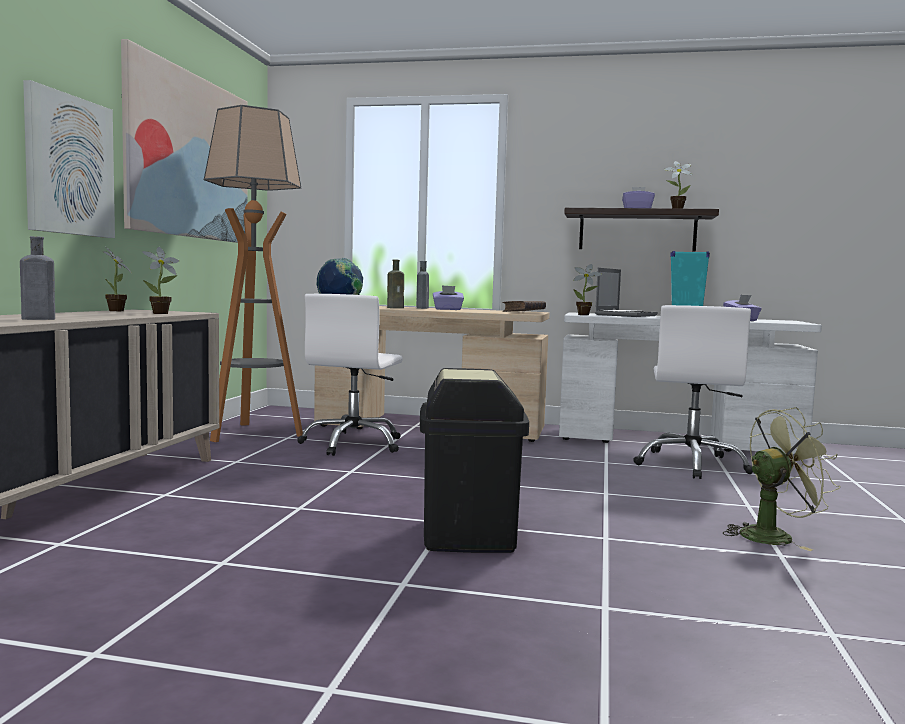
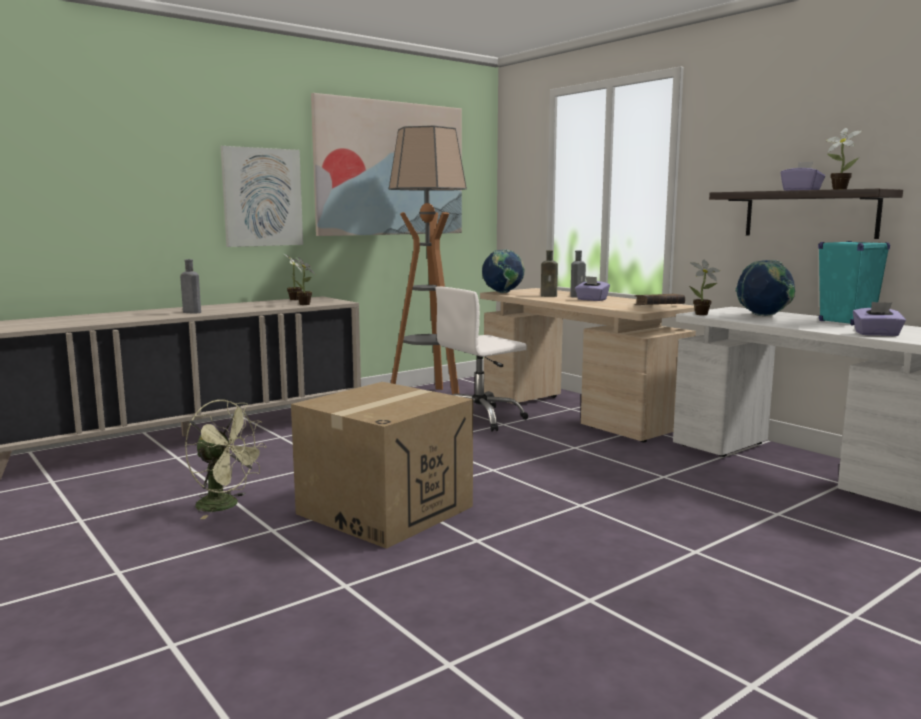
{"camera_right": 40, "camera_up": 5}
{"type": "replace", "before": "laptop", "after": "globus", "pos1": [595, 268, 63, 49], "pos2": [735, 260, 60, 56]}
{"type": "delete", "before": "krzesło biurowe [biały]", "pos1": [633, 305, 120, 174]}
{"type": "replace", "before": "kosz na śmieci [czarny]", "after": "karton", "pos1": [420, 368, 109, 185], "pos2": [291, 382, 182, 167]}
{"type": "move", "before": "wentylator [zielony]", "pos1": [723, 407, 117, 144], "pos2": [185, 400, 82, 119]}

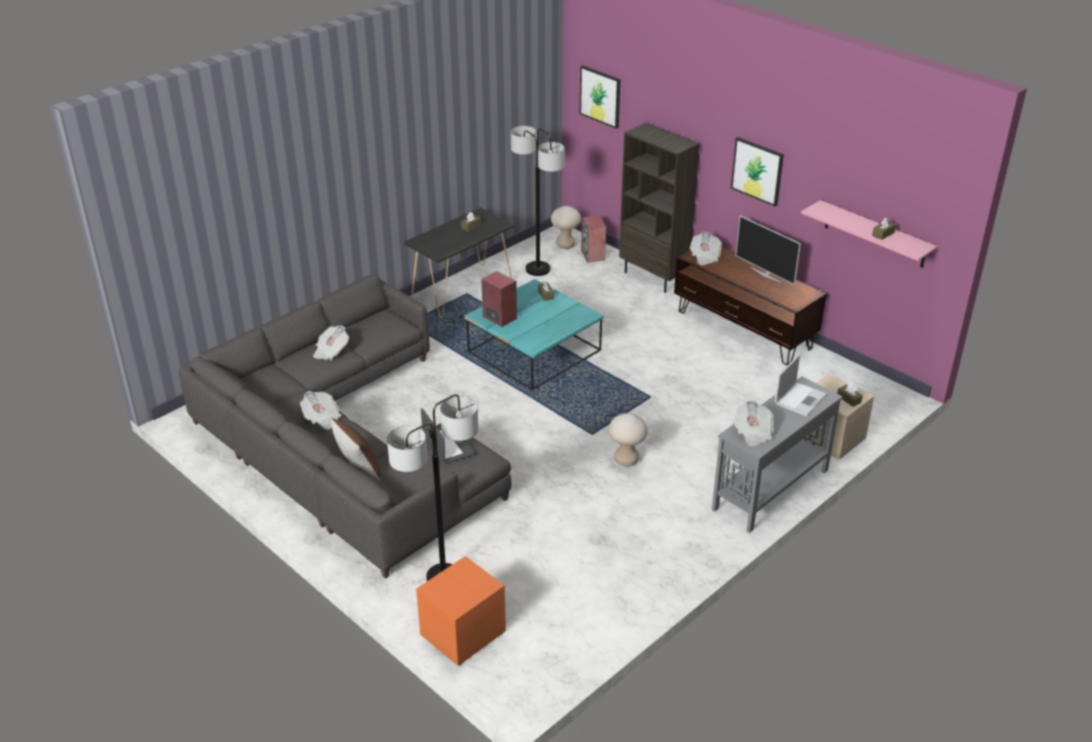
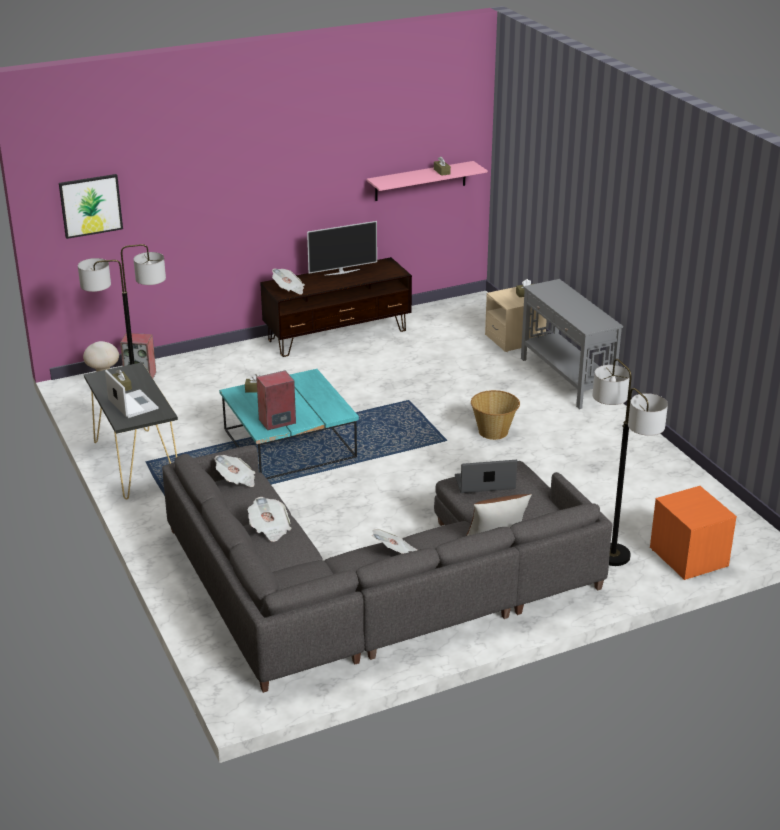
{"camera_right": -70, "camera_up": -5}
{"type": "delete", "before": "regał [brązowy]", "pos1": [619, 123, 81, 170]}
{"type": "delete", "before": "obraz", "pos1": [731, 137, 53, 69]}
{"type": "move", "before": "laptop", "pos1": [774, 354, 53, 62], "pos2": [105, 370, 54, 48]}
{"type": "move", "before": "gazeta", "pos1": [733, 401, 40, 45], "pos2": [214, 455, 41, 32]}
{"type": "replace", "before": "stołek [beżowy]", "after": "koszyk", "pos1": [608, 413, 40, 54], "pos2": [471, 390, 49, 50]}

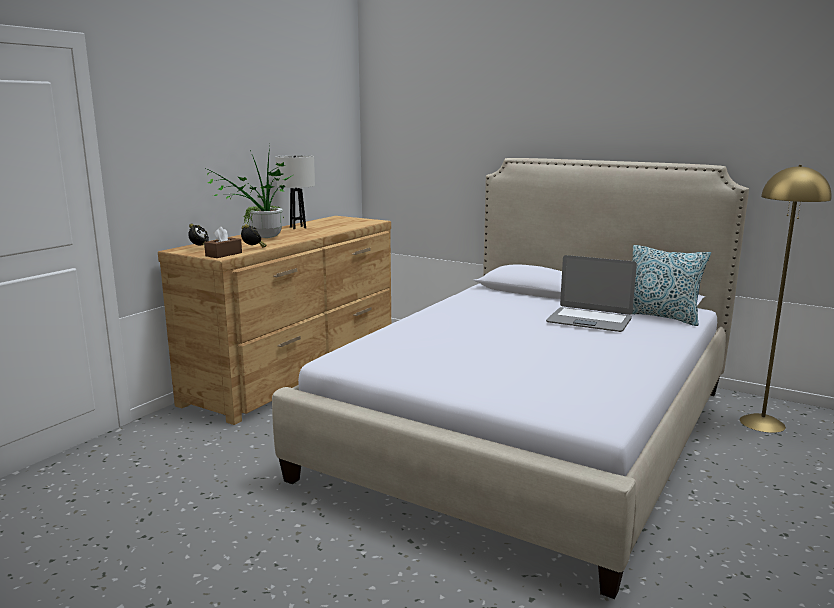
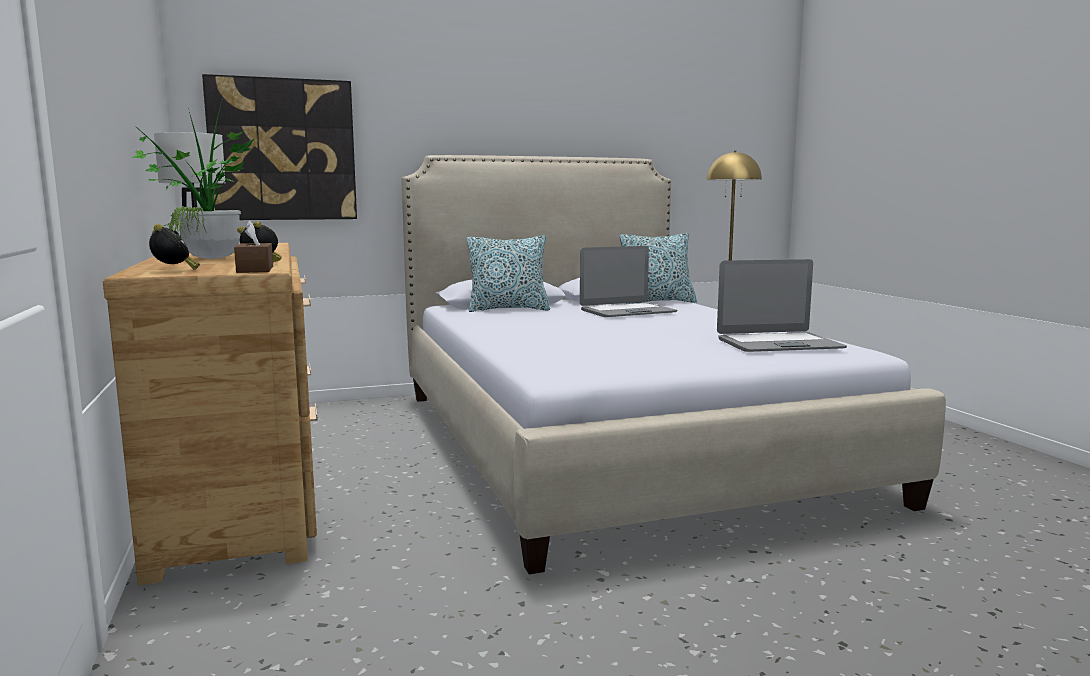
{"camera_right": -50, "camera_up": -5}
{"type": "insert", "after": "obraz", "pos2": [202, 74, 155, 146]}
{"type": "insert", "after": "poduszka", "pos2": [467, 235, 83, 77]}
{"type": "insert", "after": "laptop", "pos2": [717, 259, 130, 93]}

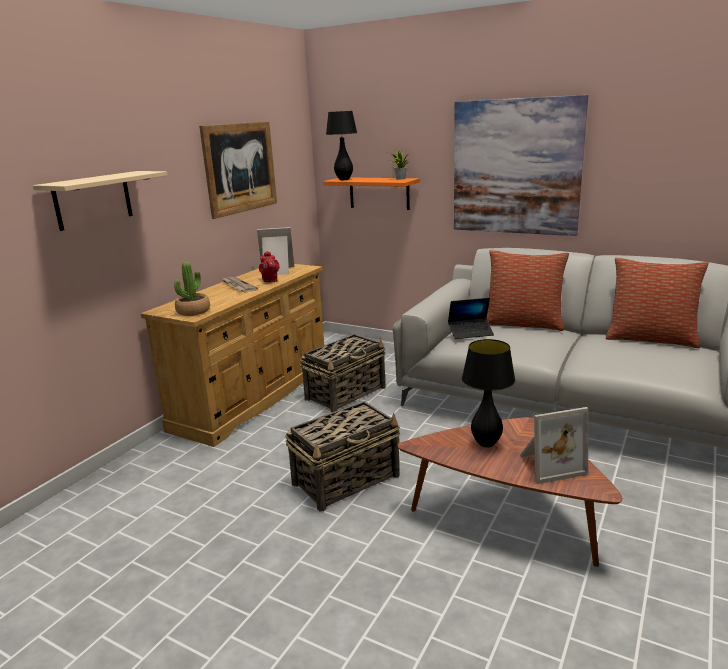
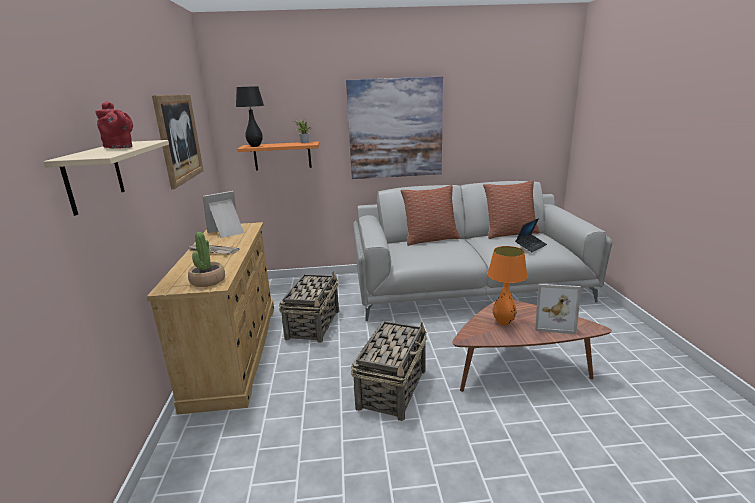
{"camera_right": -35, "camera_up": 0}
{"type": "move", "before": "imbryk [czerwony]", "pos1": [259, 251, 20, 31], "pos2": [96, 101, 37, 47]}
{"type": "move", "before": "laptop", "pos1": [448, 298, 46, 41], "pos2": [515, 218, 32, 34]}
{"type": "recolor", "before": "lampa stołowa [czarny]", "after": "lampa stołowa [pomarańczowy]", "pos1": [462, 339, 53, 109], "pos2": [487, 246, 40, 80]}
{"type": "rotate", "before": "ramka na zdjęcie", "pos1": [520, 407, 69, 77], "pos2": [535, 284, 46, 50], "turn": 60}

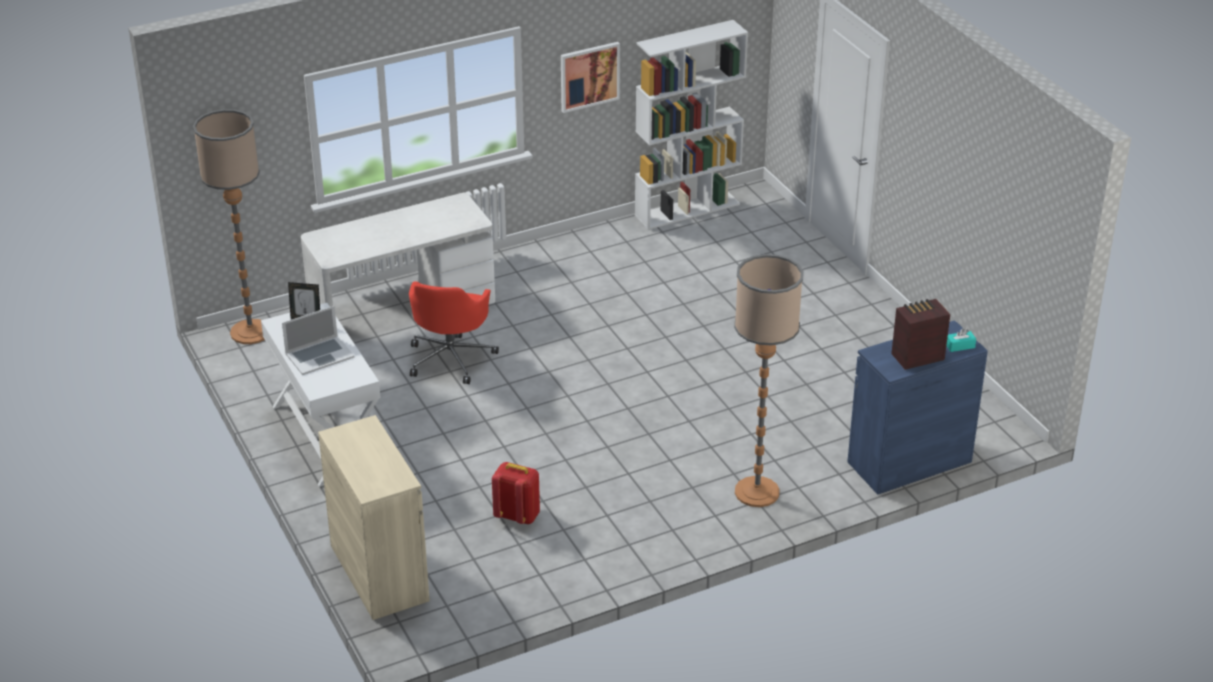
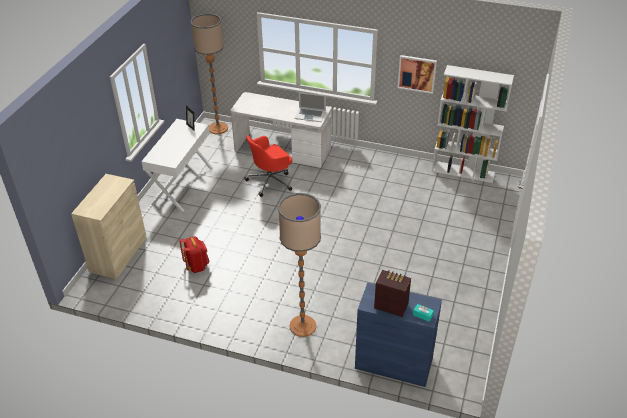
{"camera_right": 45, "camera_up": 5}
{"type": "move", "before": "laptop", "pos1": [282, 306, 72, 69], "pos2": [294, 92, 32, 30]}

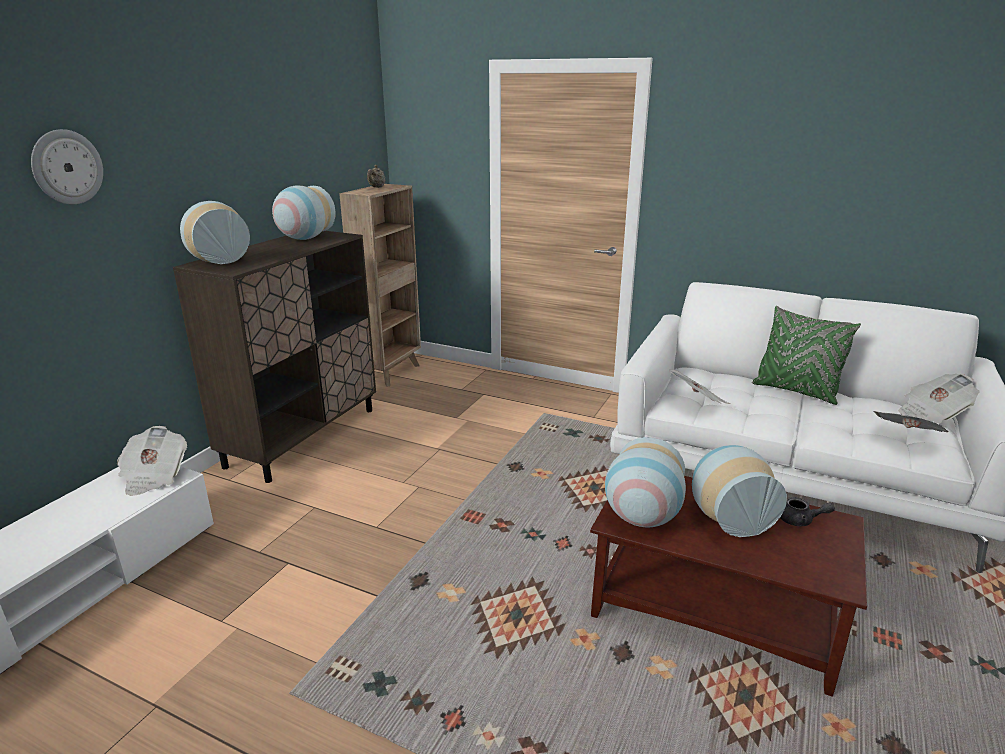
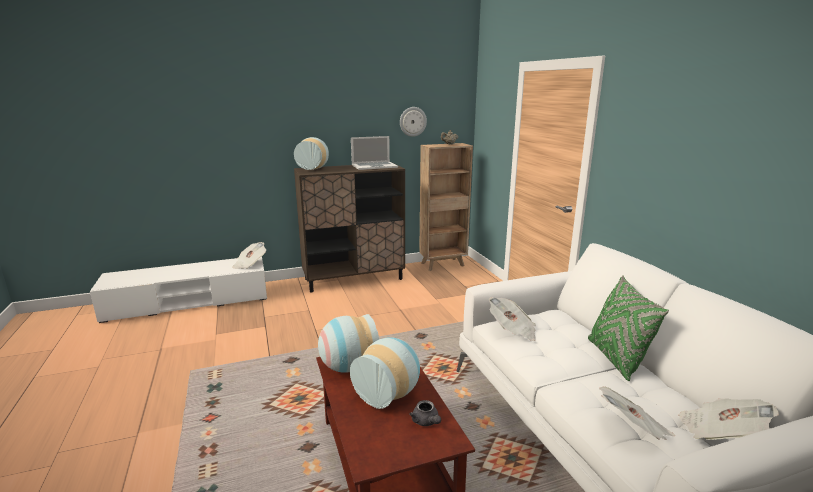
{"camera_right": 45, "camera_up": -5}
{"type": "move", "before": "zegar ścienny", "pos1": [31, 129, 72, 75], "pos2": [400, 107, 27, 30]}
{"type": "replace", "before": "wazon", "after": "laptop", "pos1": [272, 185, 64, 55], "pos2": [351, 136, 47, 34]}

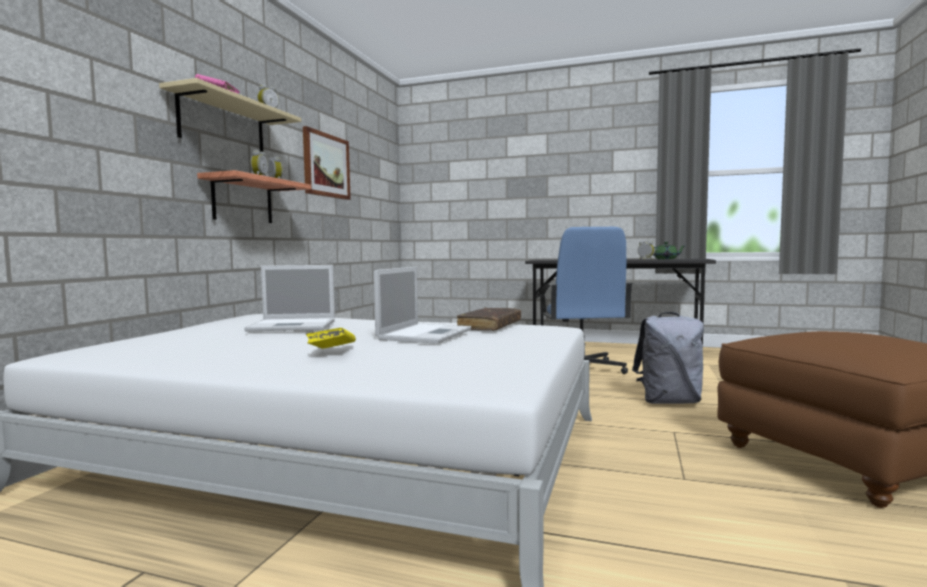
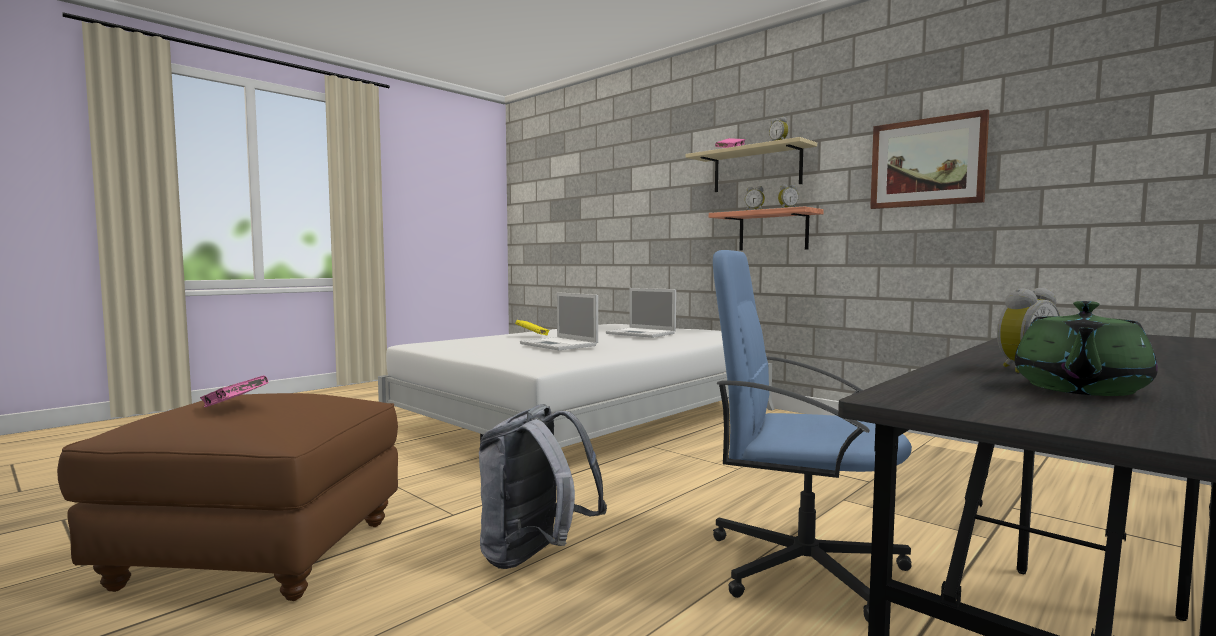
{"camera_right": 115, "camera_up": 0}
{"type": "rotate", "before": "laptop", "pos1": [244, 265, 91, 66], "pos2": [606, 288, 70, 50], "turn": -75}
{"type": "delete", "before": "książka [brązowy]", "pos1": [457, 307, 64, 24]}
{"type": "insert", "after": "książka [różowy]", "pos2": [200, 375, 68, 32]}

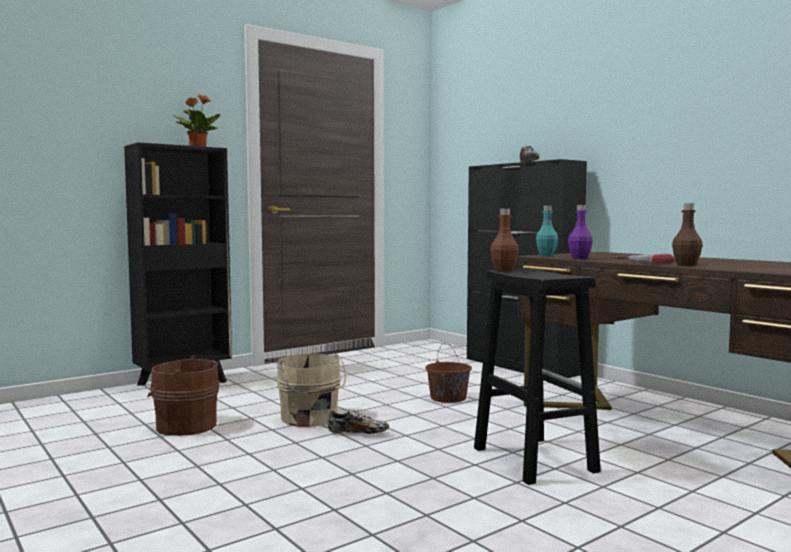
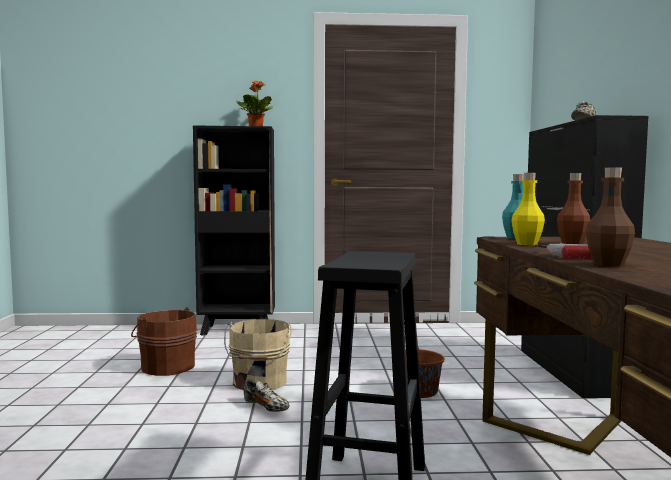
{"camera_right": 35, "camera_up": 0}
{"type": "recolor", "before": "butelka [fioletowy]", "after": "butelka [żółty]", "pos1": [568, 205, 25, 54], "pos2": [512, 173, 33, 72]}
{"type": "move", "before": "butelka [brązowy]", "pos1": [490, 208, 29, 63], "pos2": [557, 173, 33, 71]}

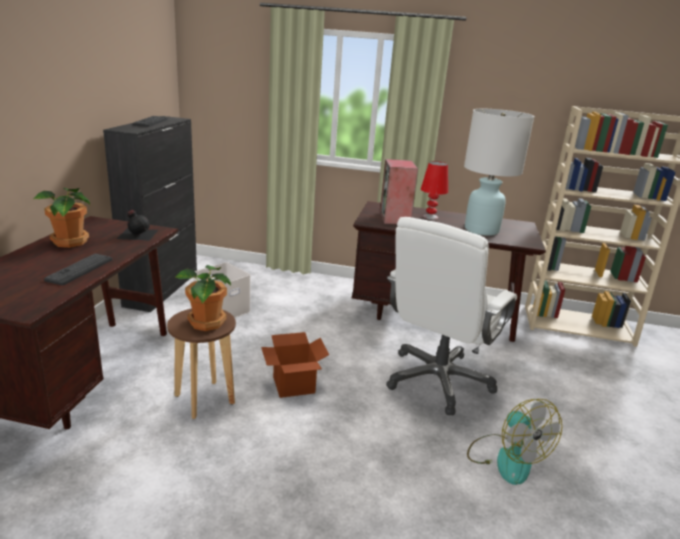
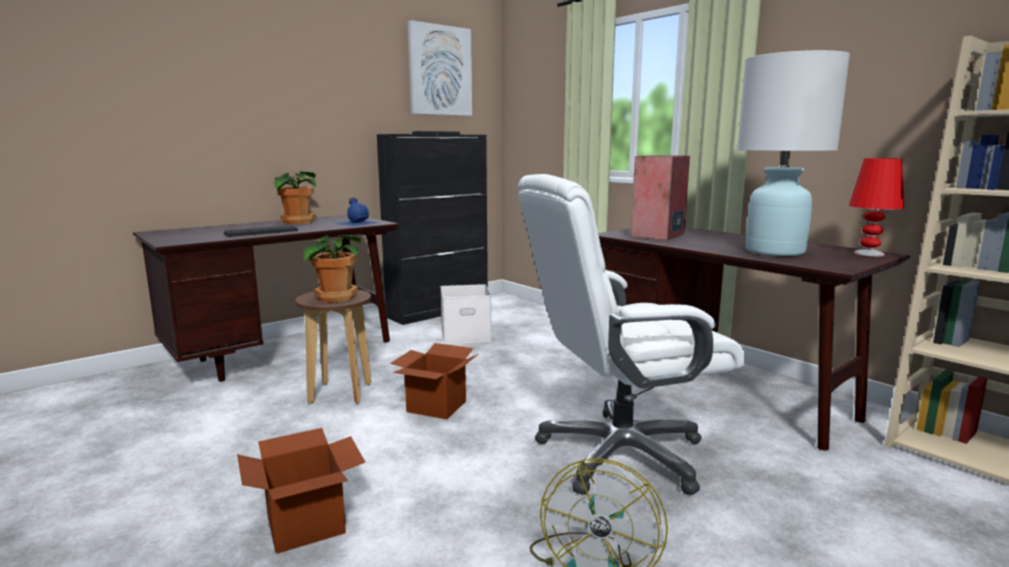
{"camera_right": 40, "camera_up": -10}
{"type": "move", "before": "lampa stołowa [czerwony]", "pos1": [421, 161, 27, 59], "pos2": [849, 158, 55, 98]}
{"type": "recolor", "before": "butelka [czarny]", "after": "butelka [niebieski]", "pos1": [116, 210, 42, 31], "pos2": [335, 198, 45, 28]}
{"type": "insert", "after": "obraz", "pos2": [408, 20, 64, 96]}
{"type": "insert", "after": "karton", "pos2": [237, 428, 128, 126]}

